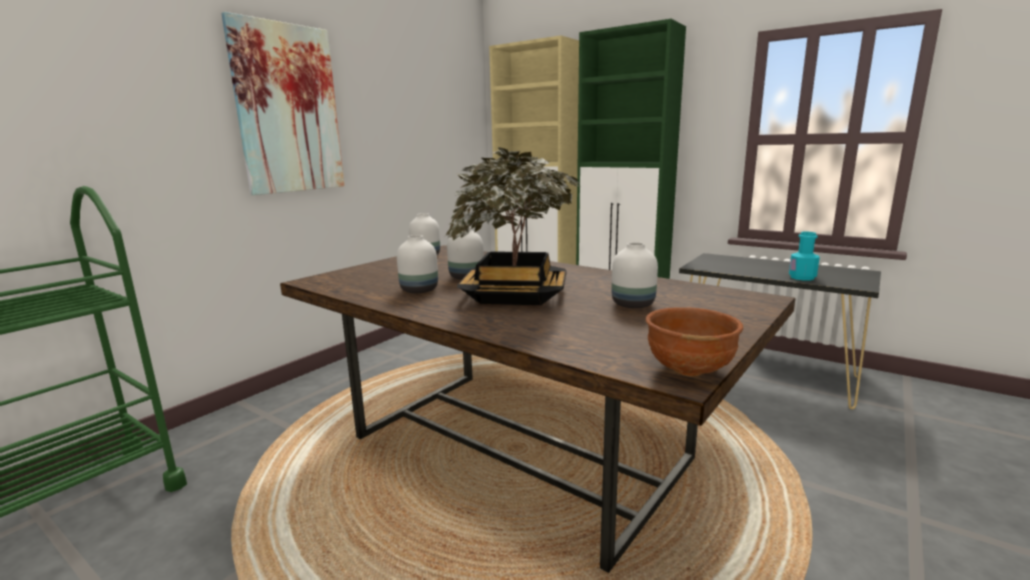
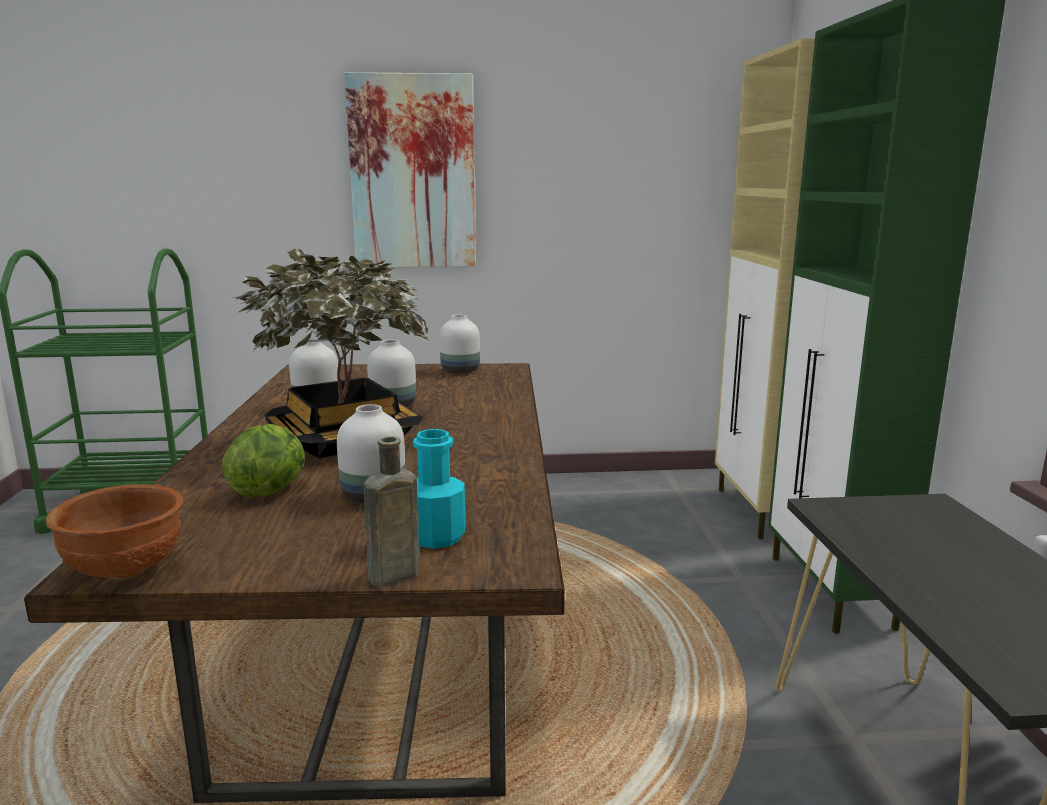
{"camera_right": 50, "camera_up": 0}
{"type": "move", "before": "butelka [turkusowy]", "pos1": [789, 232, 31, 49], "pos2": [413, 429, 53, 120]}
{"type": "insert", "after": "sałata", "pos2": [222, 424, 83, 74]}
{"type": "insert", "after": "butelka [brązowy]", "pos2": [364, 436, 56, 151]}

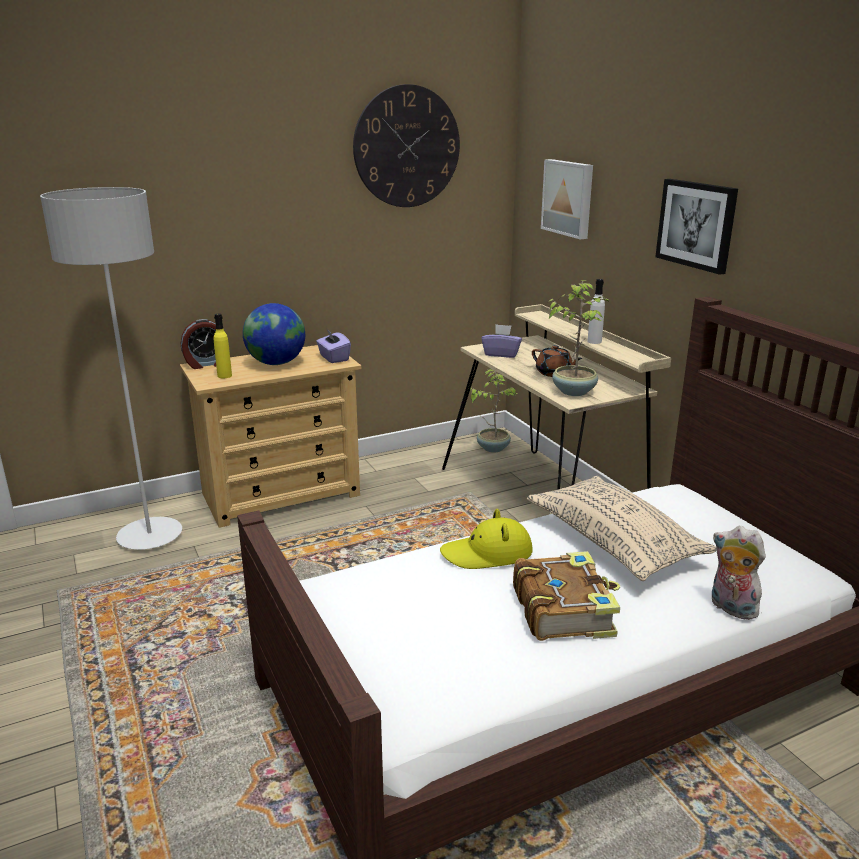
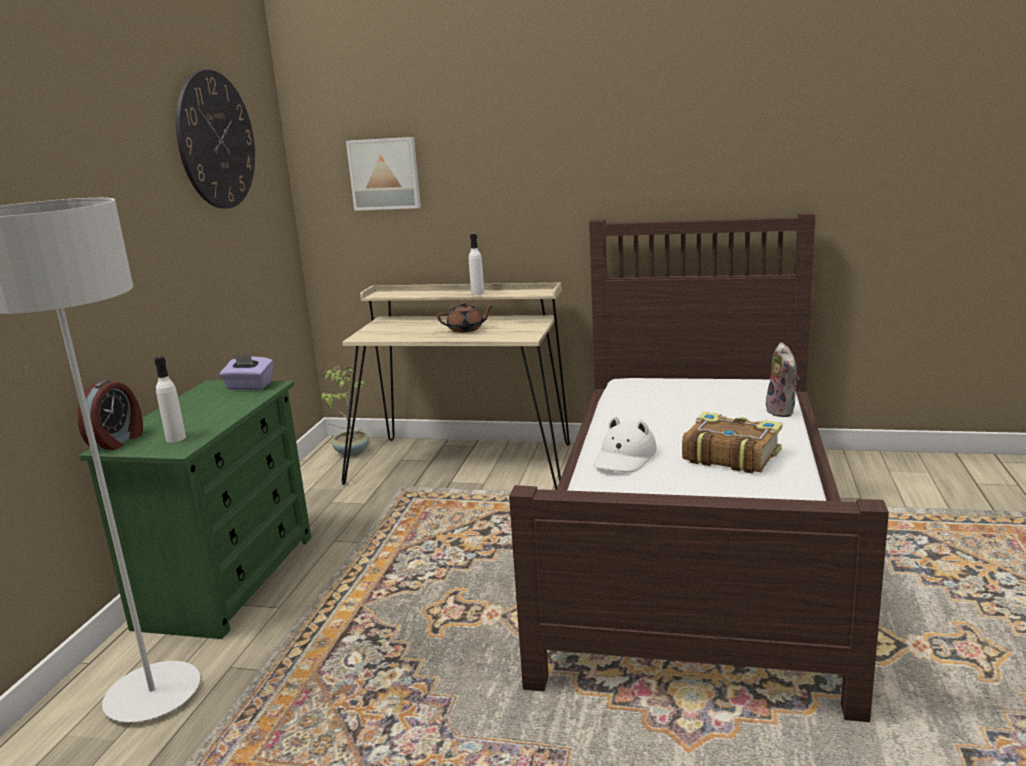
{"camera_right": -50, "camera_up": -5}
{"type": "delete", "before": "obraz", "pos1": [655, 179, 83, 96]}
{"type": "delete", "before": "roślina doniczkowa", "pos1": [548, 280, 62, 116]}
{"type": "delete", "before": "globus", "pos1": [243, 303, 62, 62]}
{"type": "recolor", "before": "butelka [żółty]", "after": "butelka [biały]", "pos1": [214, 314, 18, 64], "pos2": [154, 357, 32, 85]}
{"type": "delete", "before": "pudełko chusteczek [fioletowy]", "pos1": [481, 324, 41, 34]}
{"type": "recolor", "before": "komoda [beżowy]", "after": "komoda [zielony]", "pos1": [180, 345, 181, 183], "pos2": [79, 380, 232, 259]}
{"type": "delete", "before": "poduszka [beżowy]", "pos1": [527, 476, 189, 105]}
{"type": "recolor", "before": "kapelusz [żółty]", "after": "kapelusz [biały]", "pos1": [440, 509, 93, 60], "pos2": [593, 416, 64, 56]}
{"type": "rotate", "before": "pluszak", "pos1": [712, 526, 54, 94], "pos2": [763, 342, 37, 75], "turn": -90}

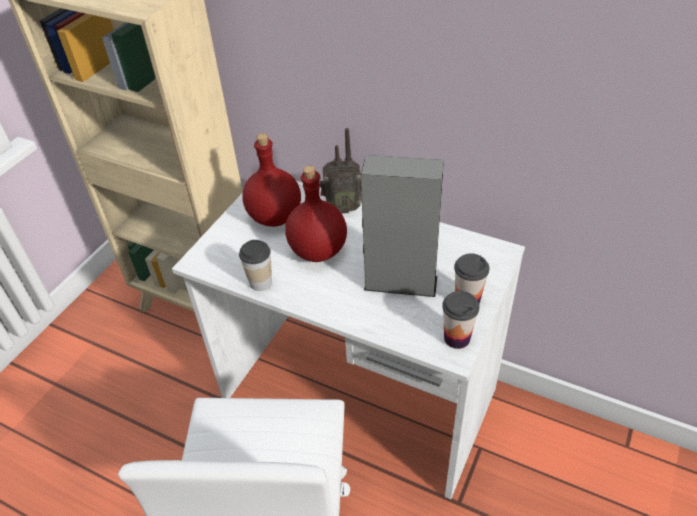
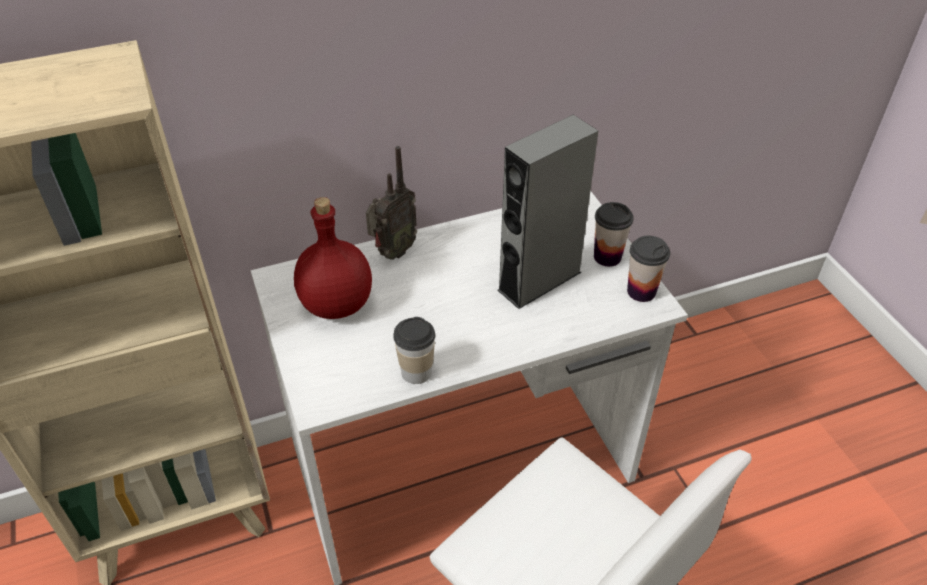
{"camera_right": -50, "camera_up": 0}
{"type": "delete", "before": "butelka [czerwony]", "pos1": [285, 166, 62, 96]}

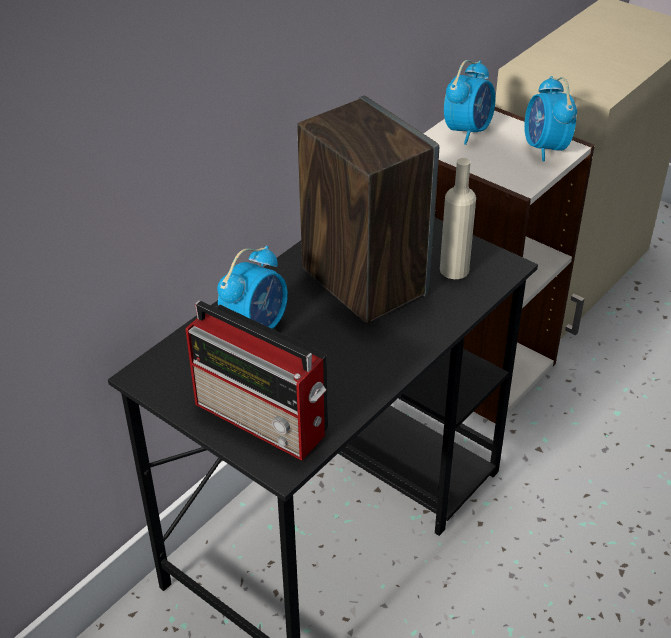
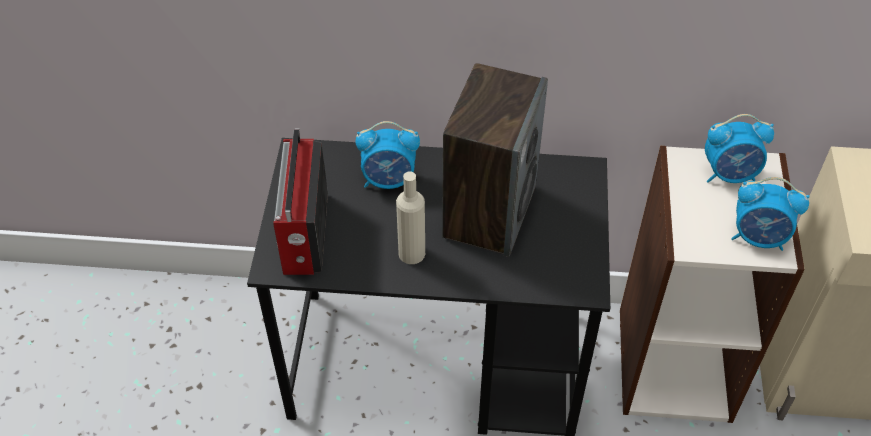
{"camera_right": 55, "camera_up": 10}
{"type": "rotate", "before": "budzik", "pos1": [524, 76, 53, 86], "pos2": [731, 177, 79, 74], "turn": -120}
{"type": "move", "before": "butelka [beżowy]", "pos1": [440, 158, 36, 121], "pos2": [396, 171, 29, 93]}

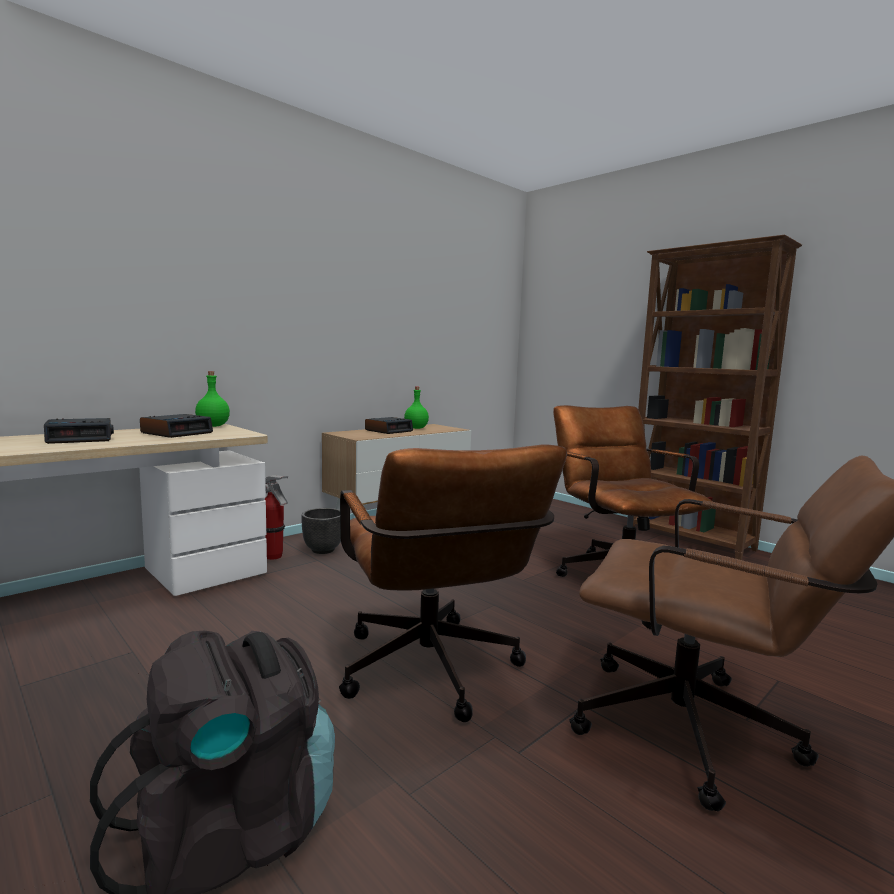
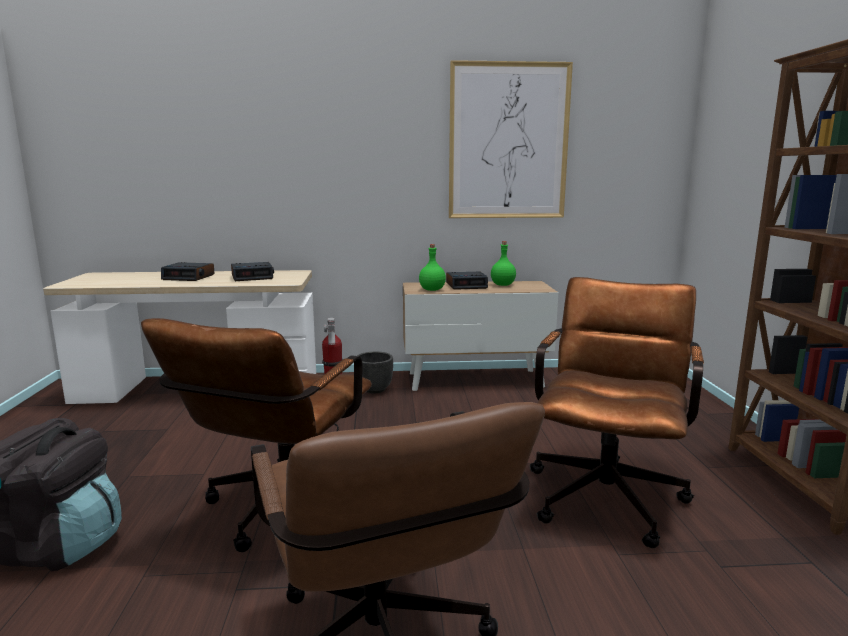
{"camera_right": 40, "camera_up": 5}
{"type": "move", "before": "butelka [zielony]", "pos1": [195, 371, 35, 56], "pos2": [419, 244, 27, 47]}
{"type": "insert", "after": "obraz", "pos2": [449, 60, 124, 158]}

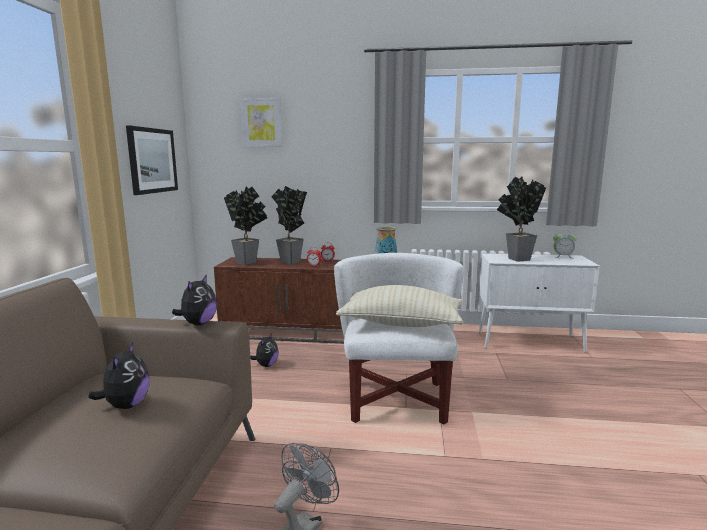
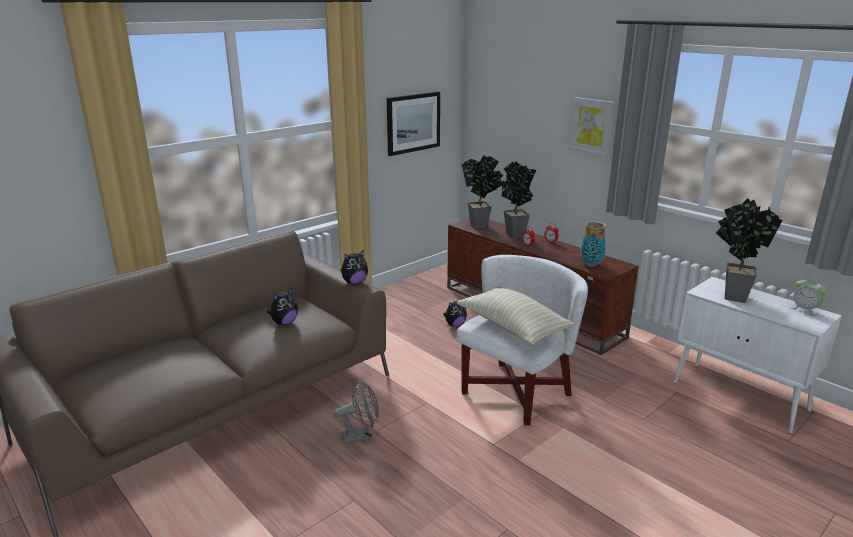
{"camera_right": 40, "camera_up": 10}
{"type": "move", "before": "obraz", "pos1": [240, 98, 43, 49], "pos2": [569, 97, 46, 59]}

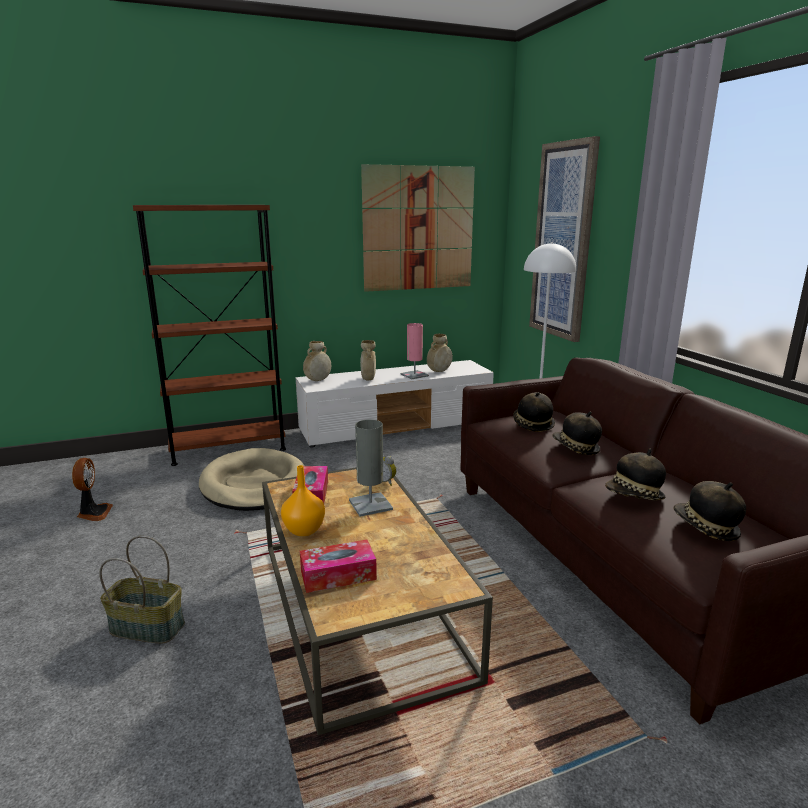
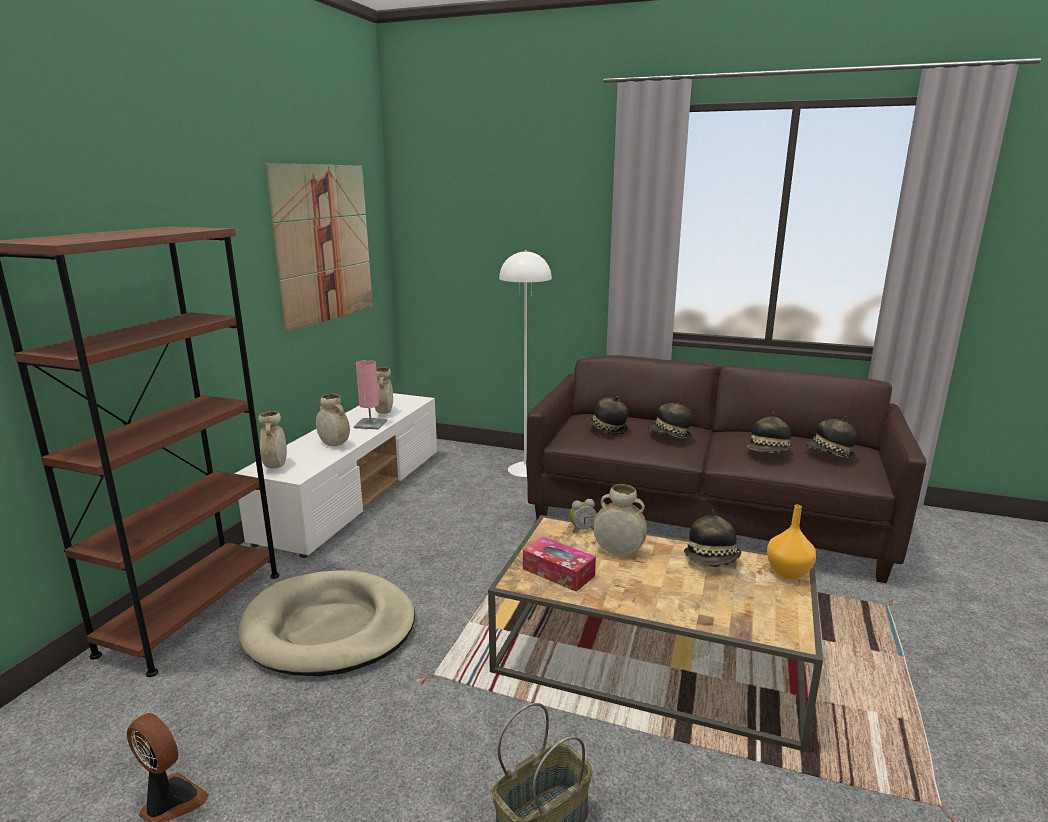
{"camera_right": -50, "camera_up": 0}
{"type": "delete", "before": "obraz", "pos1": [529, 136, 71, 206]}
{"type": "replace", "before": "lampa stołowa [szary]", "after": "wazon [beżowy]", "pos1": [349, 419, 44, 98], "pos2": [593, 484, 54, 71]}
{"type": "move", "before": "wazon [pomarańczowy]", "pos1": [281, 465, 44, 71], "pos2": [767, 505, 49, 74]}
{"type": "delete", "before": "pudełko chusteczek", "pos1": [300, 540, 77, 53]}
{"type": "insert", "after": "kapelusz", "pos2": [684, 509, 57, 58]}

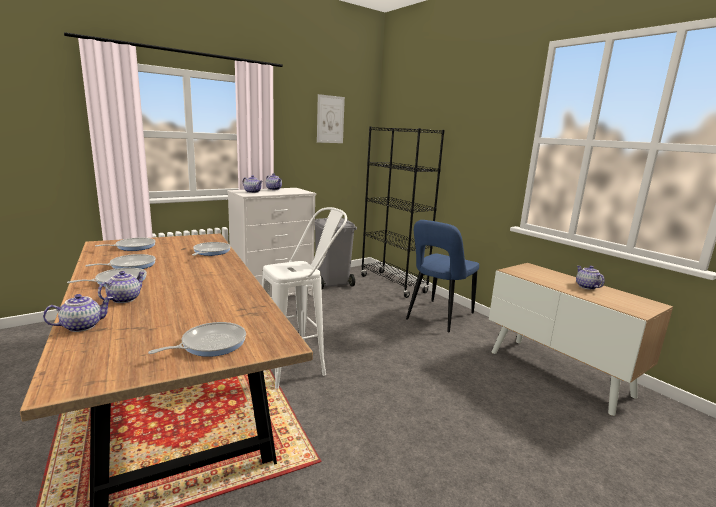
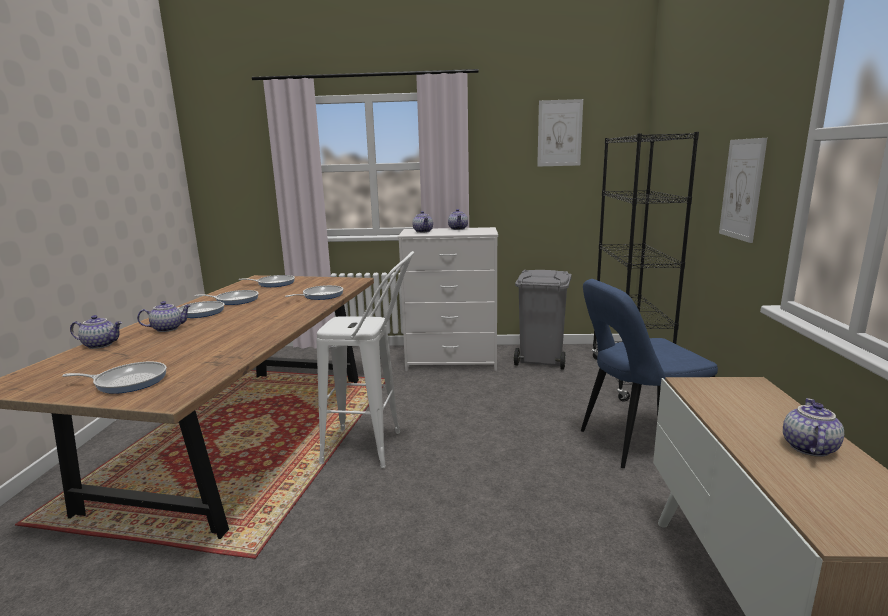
{"camera_right": 40, "camera_up": 0}
{"type": "insert", "after": "obraz", "pos2": [719, 138, 48, 105]}

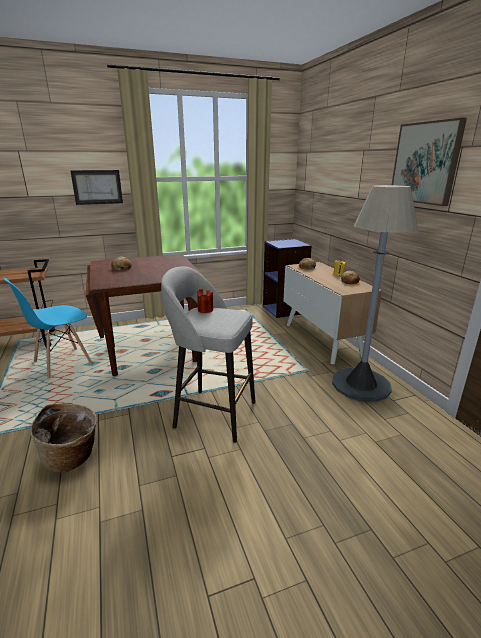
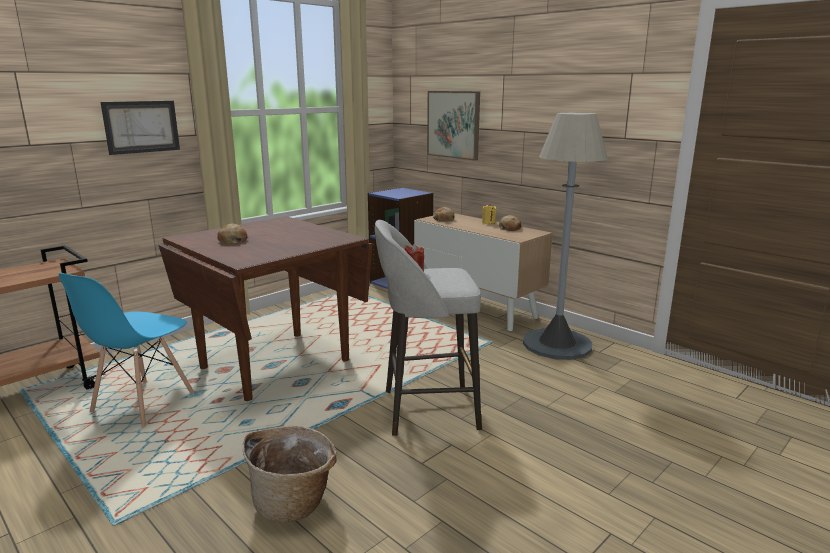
{"camera_right": -25, "camera_up": -5}
{"type": "move", "before": "obraz", "pos1": [392, 118, 75, 88], "pos2": [427, 91, 53, 69]}

